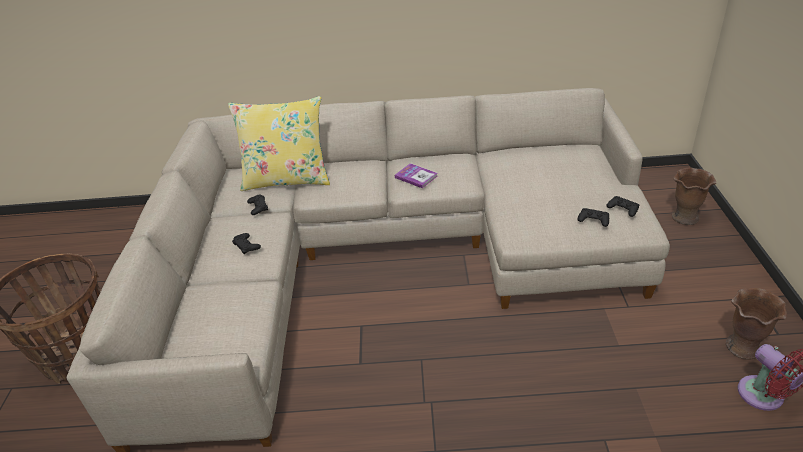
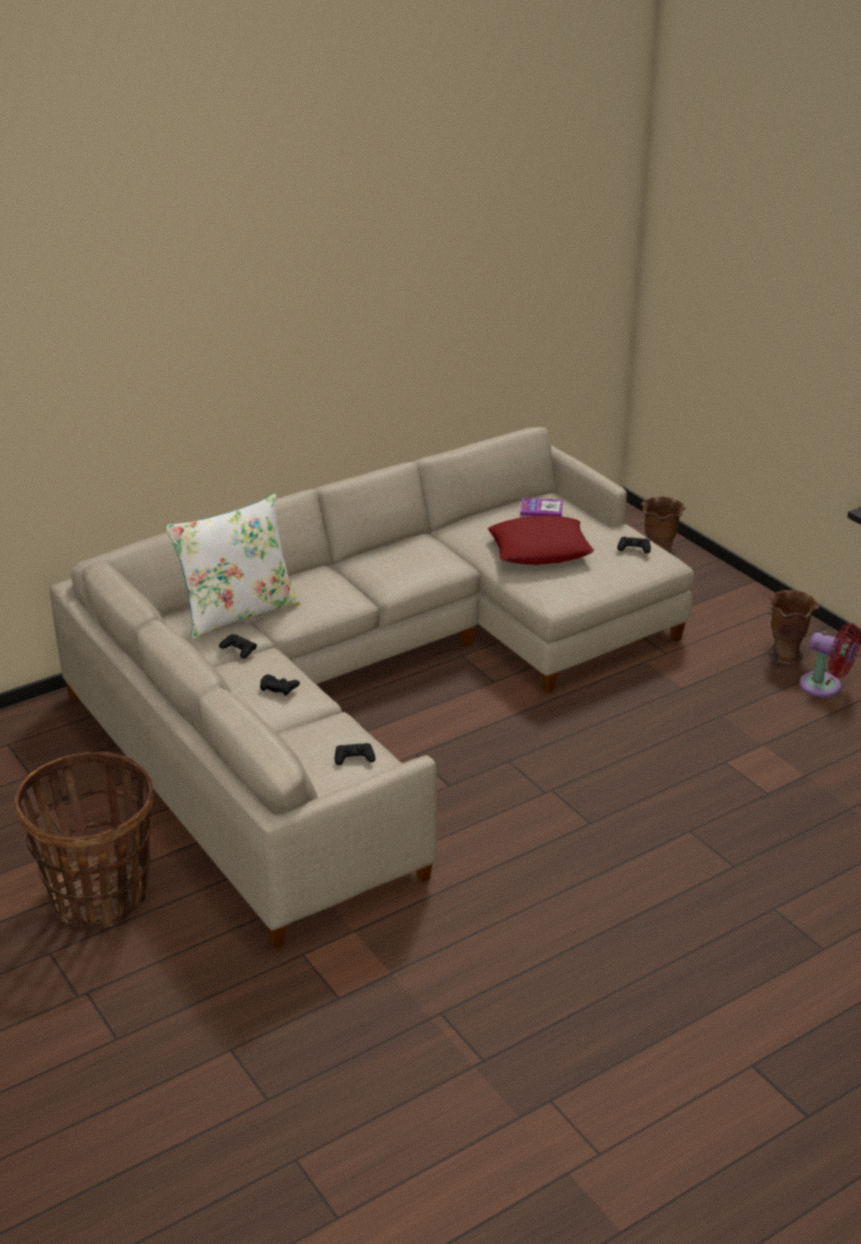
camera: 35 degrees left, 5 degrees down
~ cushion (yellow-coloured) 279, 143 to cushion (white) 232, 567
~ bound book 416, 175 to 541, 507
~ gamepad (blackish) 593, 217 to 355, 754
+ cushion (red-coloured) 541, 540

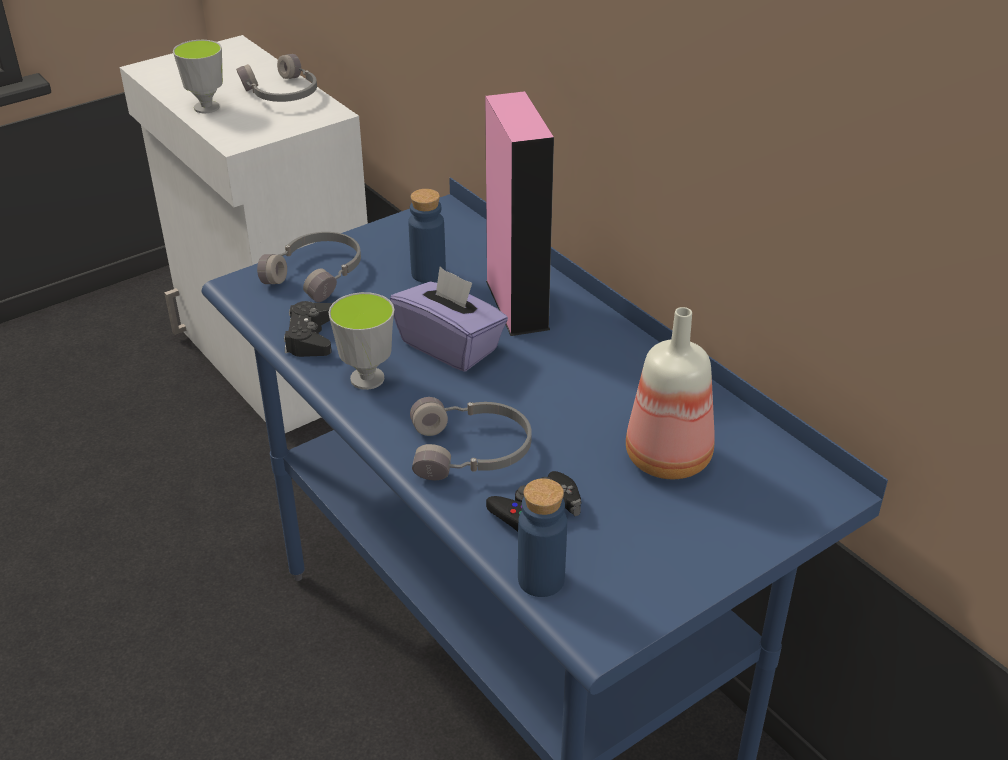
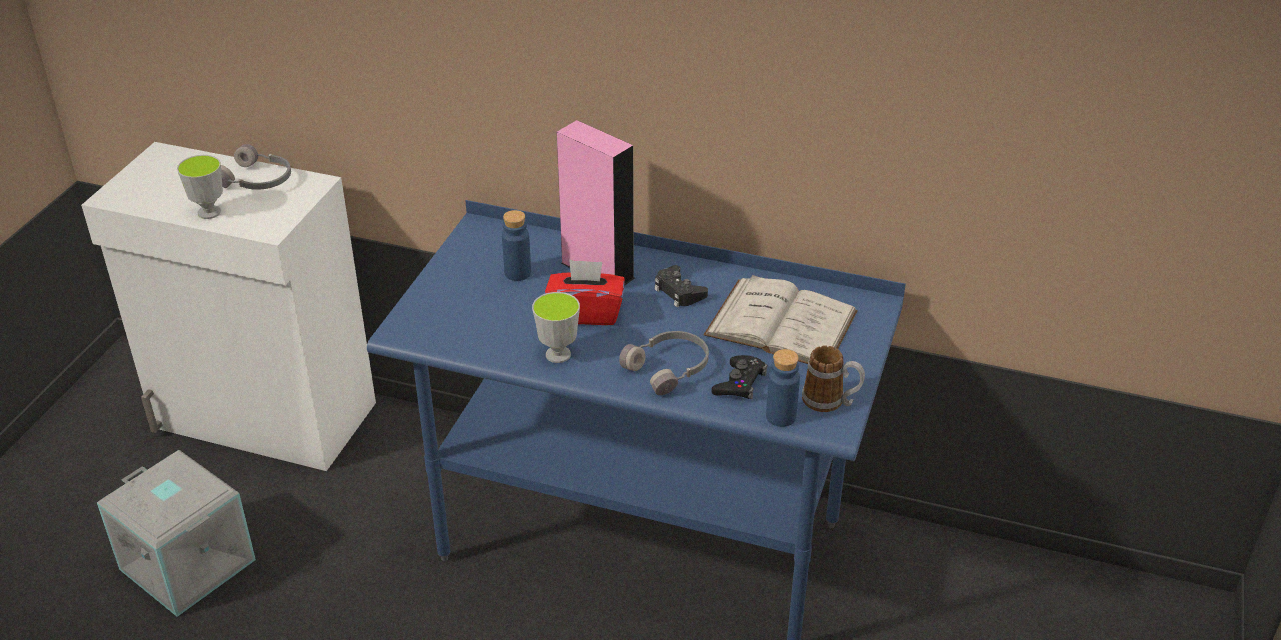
camera: 35 degrees left, 0 degrees up
- headset (greyish) 309, 267
~ tissue holder (purple-coloured) 449, 319 to tissue holder (red-coloured) 585, 292
~ gamepad (blackish) 308, 329 to 681, 286
~ beverage bottle 670, 393 to bound book (white) 780, 319
+ mug 833, 378
+ storage container (greyish) 176, 533

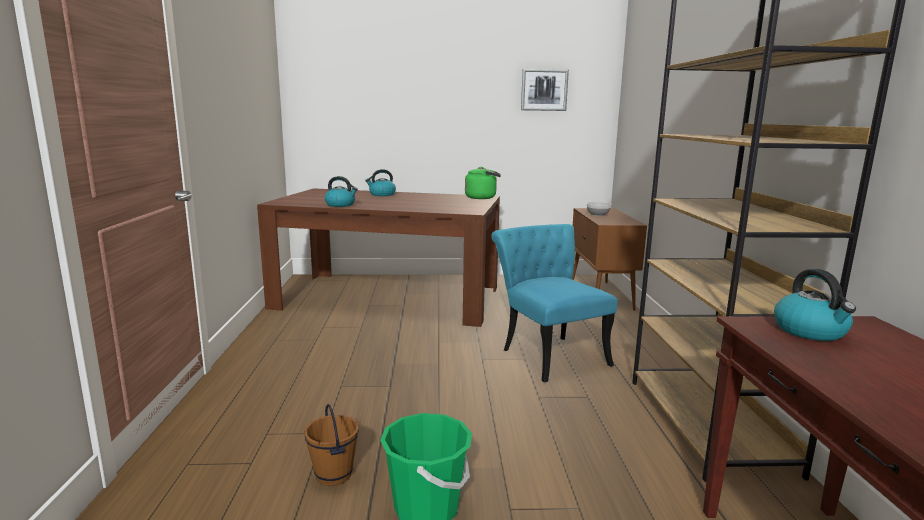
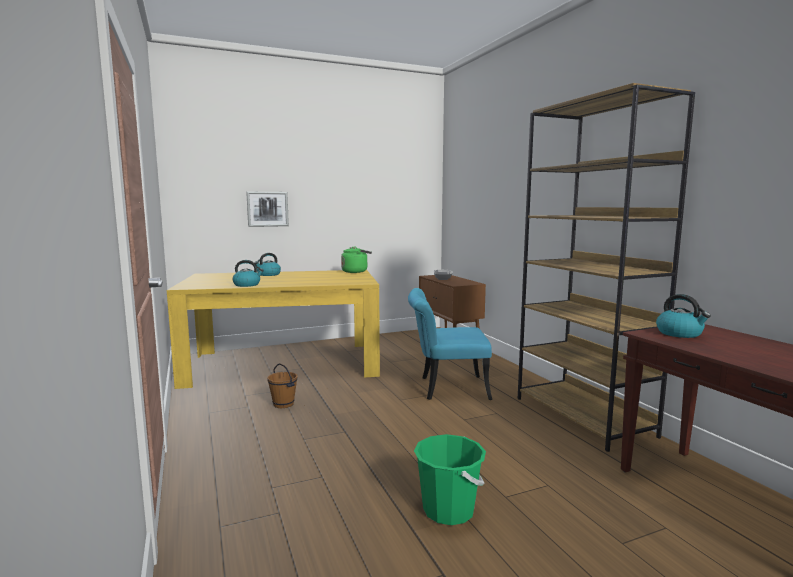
camera: 20 degrees left, 5 degrees down
~ wall picture 545, 90 to 267, 209
~ kitchen table (brown-coloured) 378, 257 to kitchen table (yellow-coloured) 273, 329
~ upright chair (turquoise-coloured) 554, 303 = 450, 344 45 degrees counterclockwise
~ water bucket (brown-coloured) 331, 445 to 282, 385

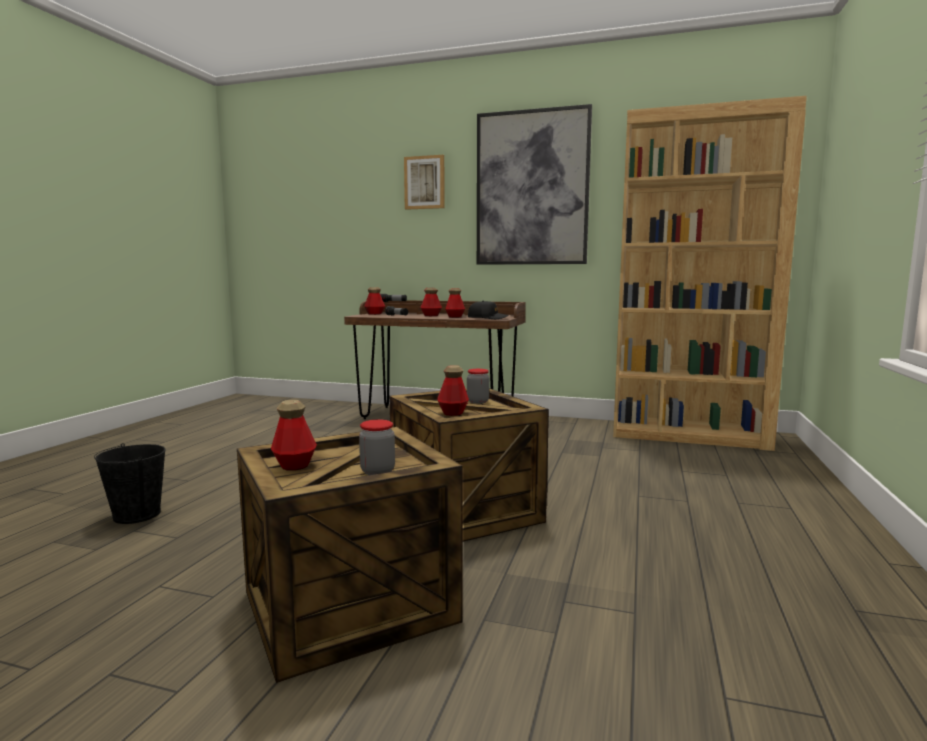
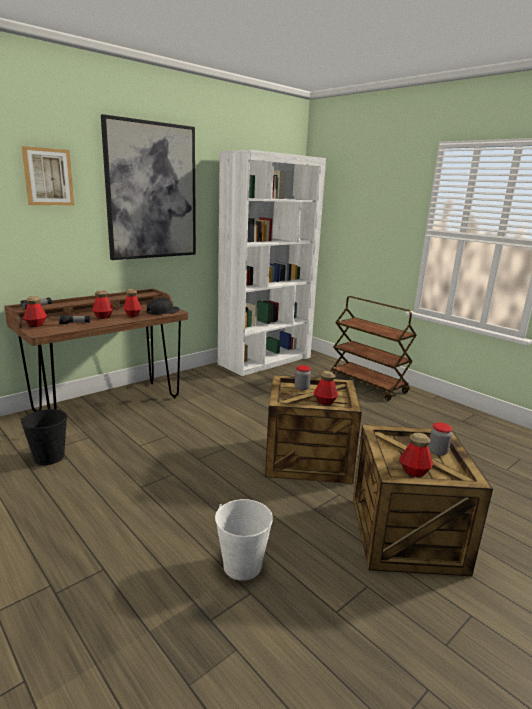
camera: 60 degrees left, 10 degrees up
~ bookcase (brown-coloured) 710, 273 to bookcase (white) 272, 263
~ water bucket (blackish) 130, 483 to 43, 437
+ wheeled cart (brown-coloured) 373, 348
+ water bucket (white) 244, 540

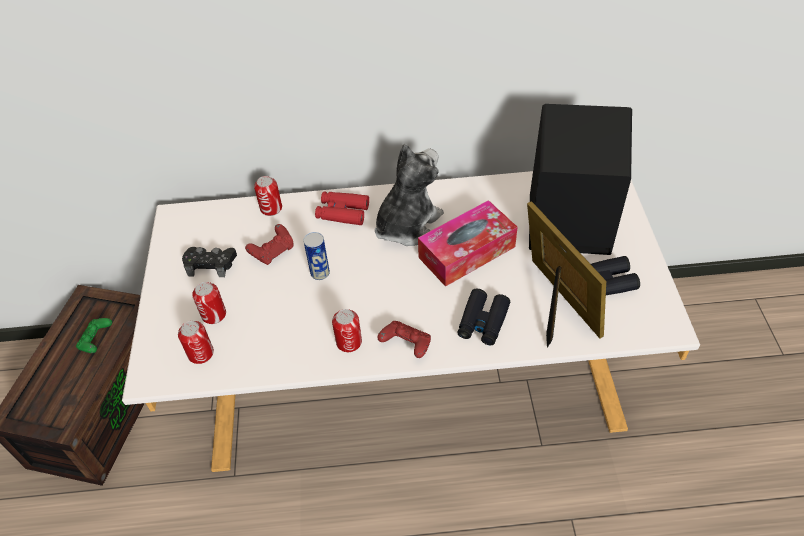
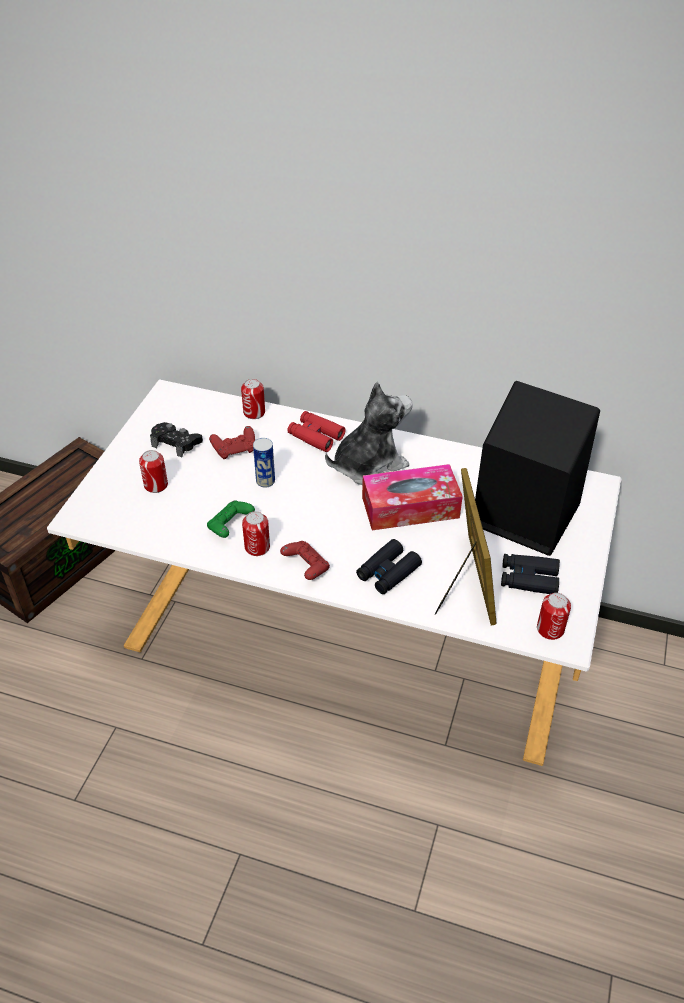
camera: 20 degrees right, 5 degrees down
~ gamepad (green-coloured) 94, 335 to 231, 519
~ sealed can 196, 342 to 554, 616

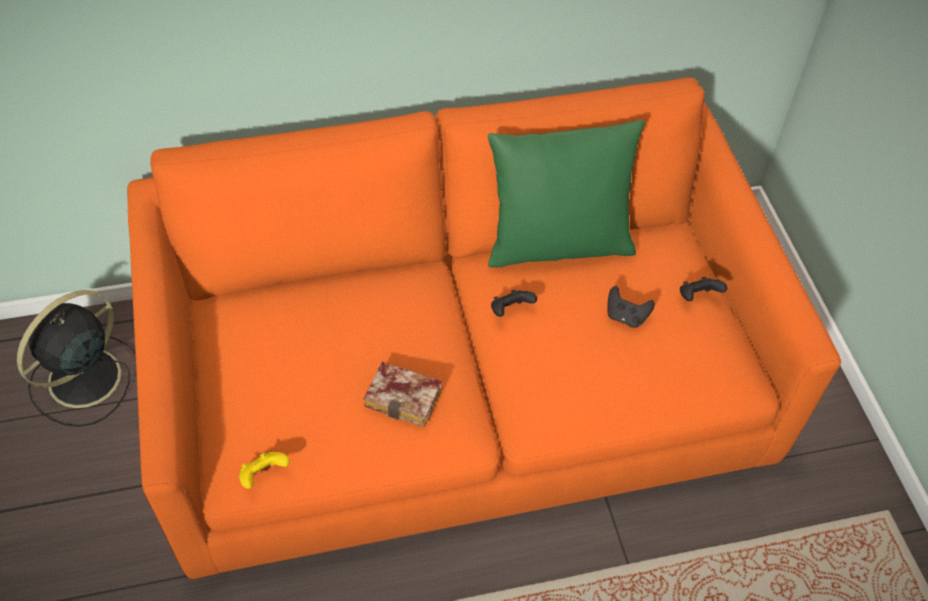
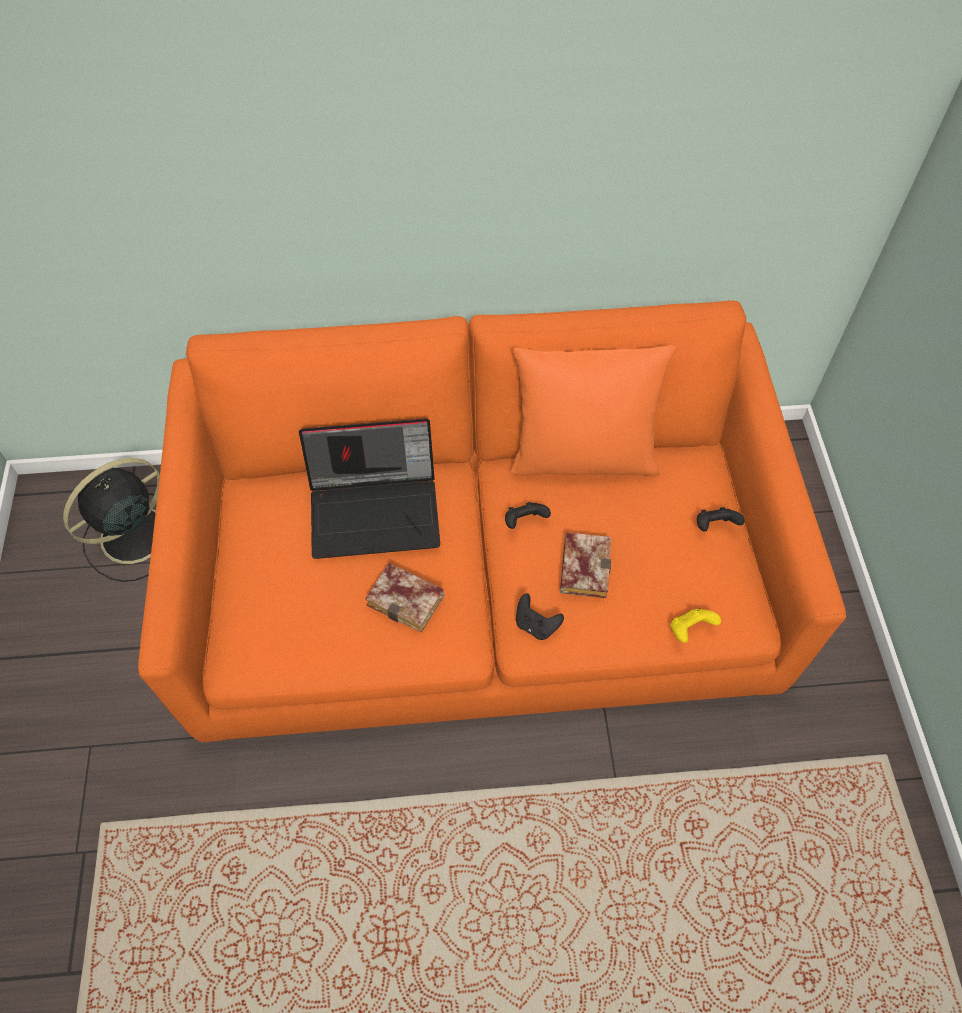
camera: 10 degrees right, 5 degrees up
~ cushion (green-coloured) 566, 193 to cushion (orangey) 593, 410
~ gamepad (blackish) 631, 306 to 540, 617
~ gamepad (yellow-coloured) 264, 470 to 696, 626
+ notebook computer 369, 488
+ bound book 585, 565

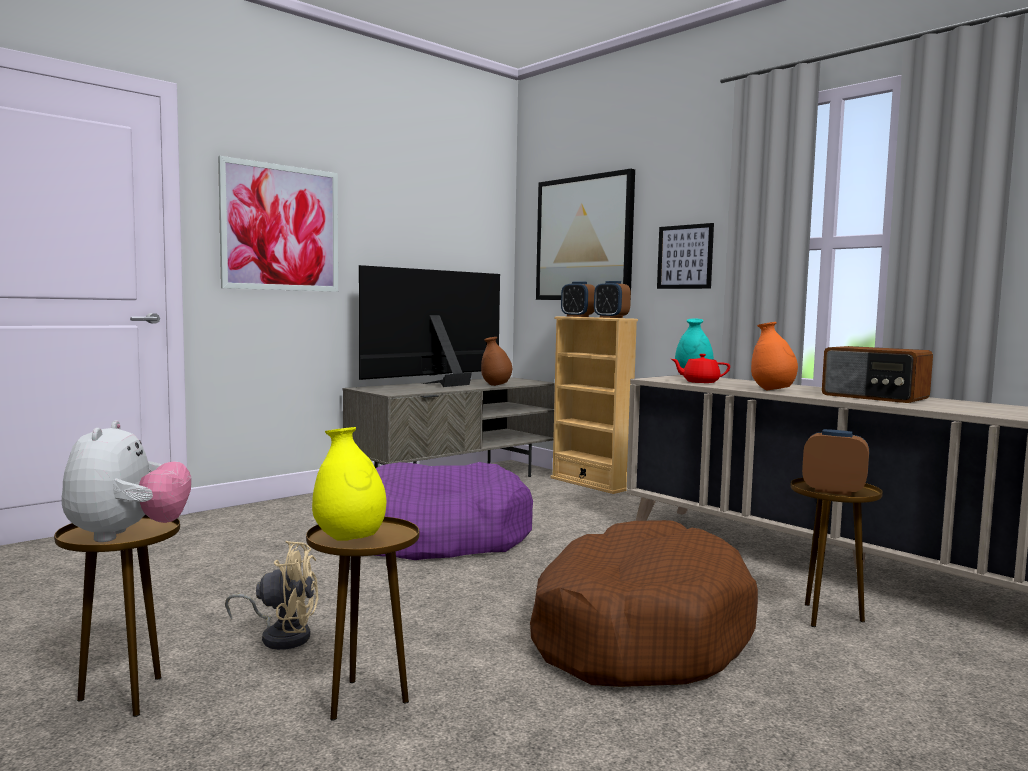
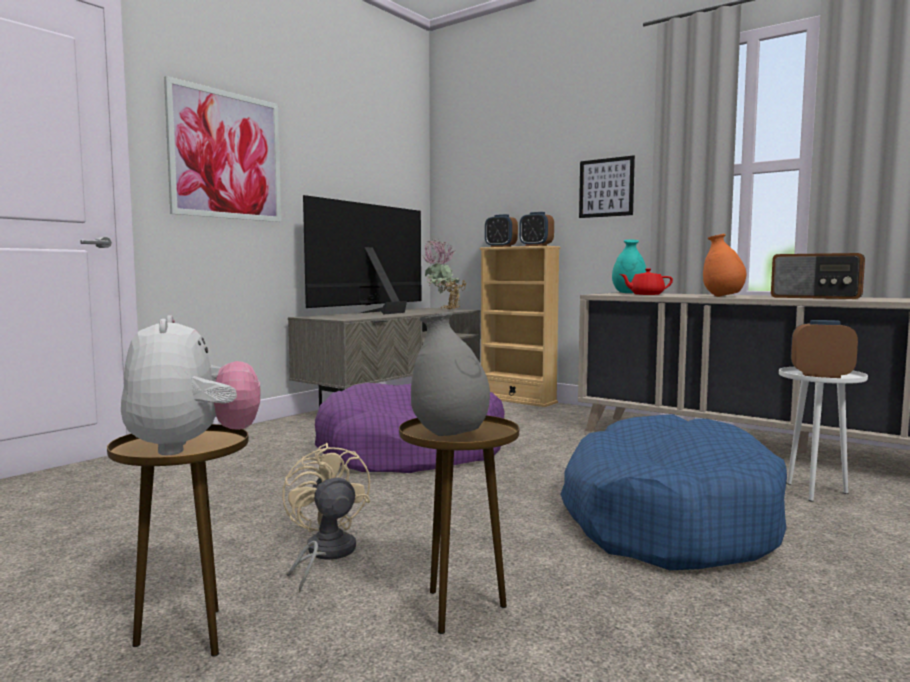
camera: 10 degrees left, 0 degrees up
- wall picture 585, 234
- vase (brown-coloured) 496, 361
~ vase (yellow-coloured) 349, 484 to vase (greyish) 450, 374
~ end table (brown-coloured) 836, 552 to end table (white) 823, 434
~ dog bed (brown-coloured) 644, 603 to dog bed (bluish) 673, 492
~ cooling fan (sand-coloured) 271, 595 = 326, 517 105 degrees counterclockwise
+ houseplant 444, 274

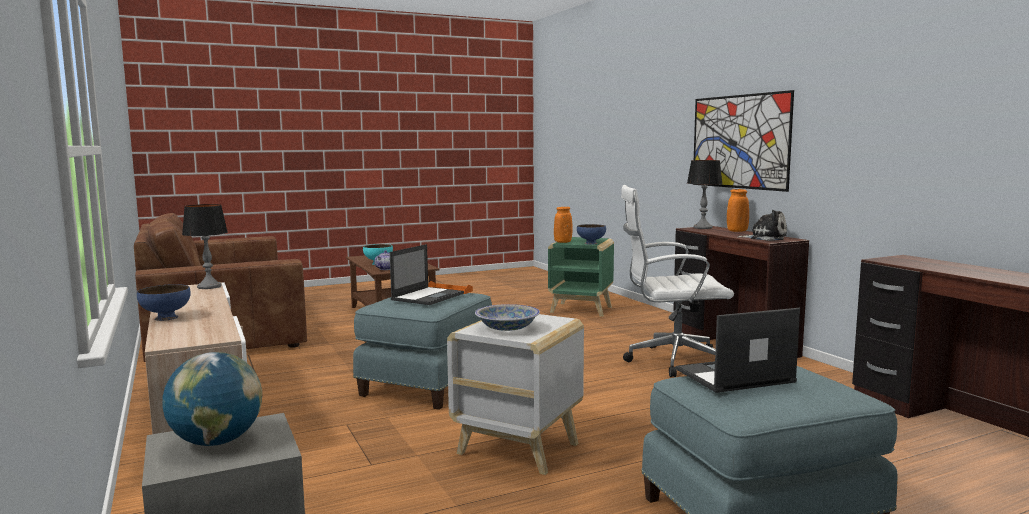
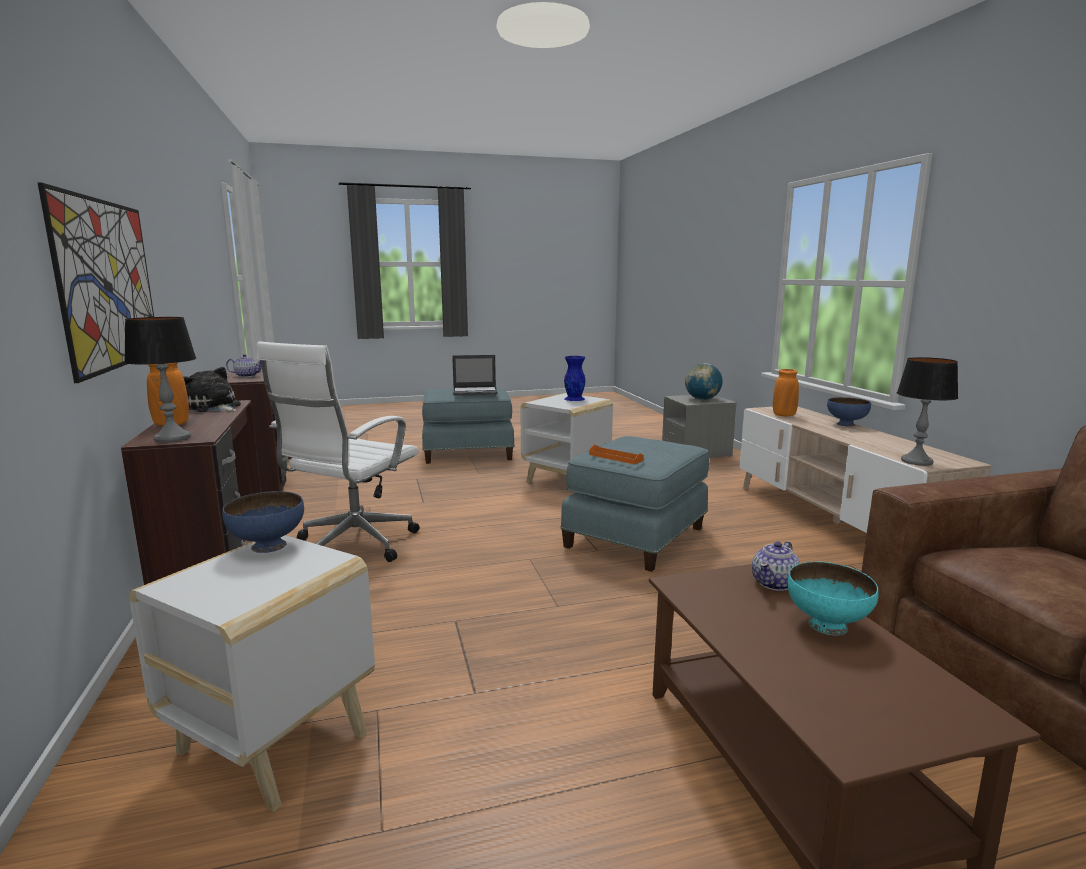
camera: 170 degrees left, 5 degrees up
~ office chair (white) 677, 281 = 338, 451 105 degrees clockwise
~ vase (orangey) 563, 225 to 786, 392
~ end table (green-coloured) 581, 277 to end table (white) 252, 673
- notebook computer 427, 274
~ bowl 507, 317 to vase (bluish) 575, 378
+ teapot 244, 365

